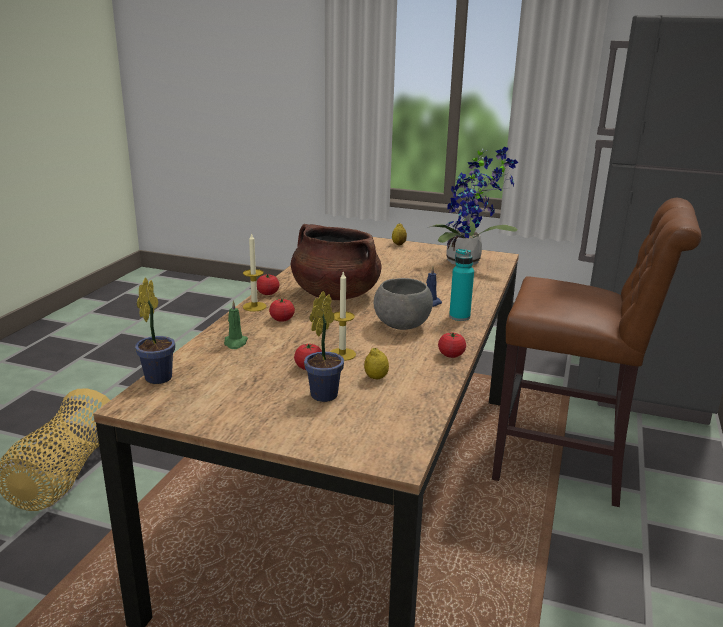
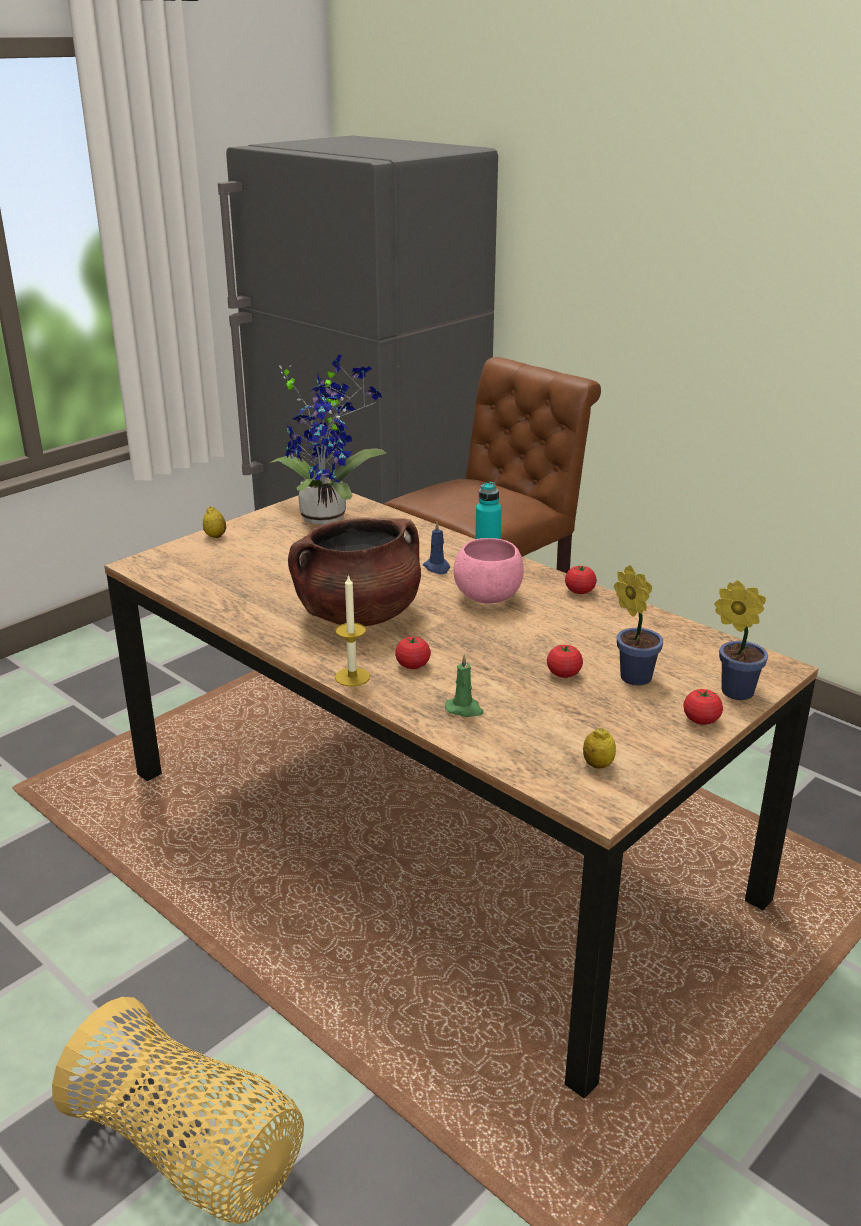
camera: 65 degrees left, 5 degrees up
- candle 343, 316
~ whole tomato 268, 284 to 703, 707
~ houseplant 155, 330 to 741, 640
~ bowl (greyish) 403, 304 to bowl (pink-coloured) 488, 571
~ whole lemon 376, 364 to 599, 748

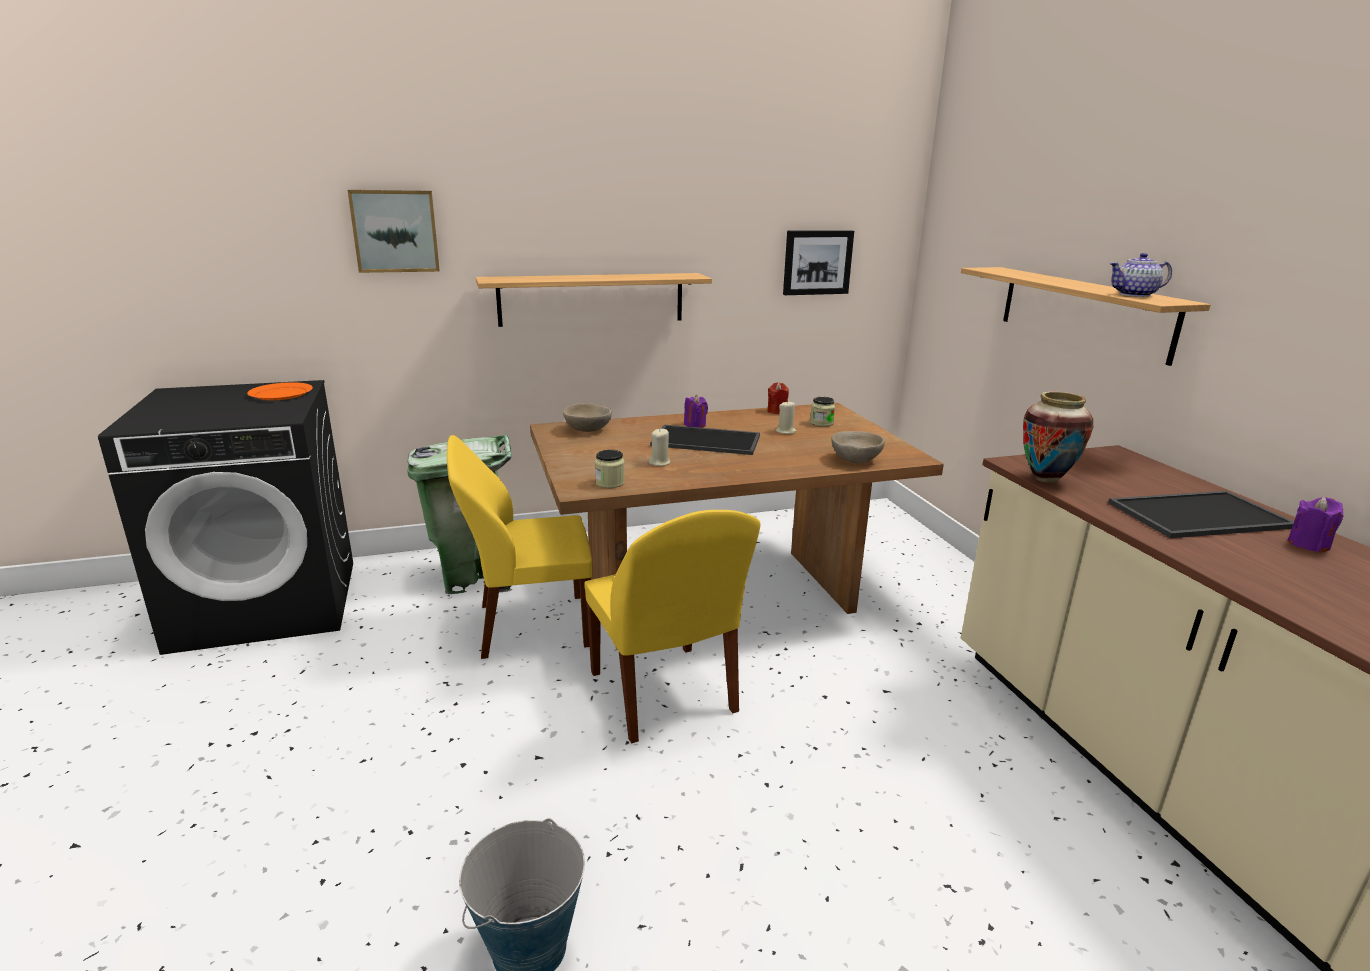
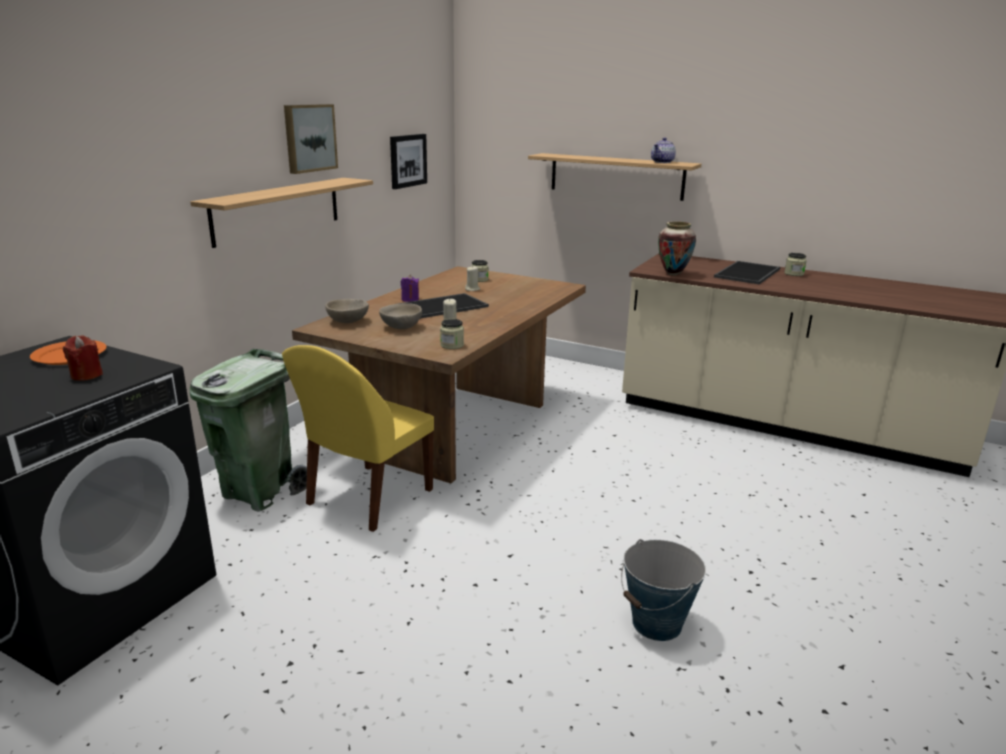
camera: 45 degrees left, 0 degrees up
~ wall picture 394, 231 to 311, 139
~ candle (red-coloured) 778, 398 to 83, 358
~ bowl (sand-coloured) 858, 447 to 400, 316
~ candle (purple-coloured) 1316, 524 to preserve jar 795, 264
- upright chair (yellow-coloured) 672, 626

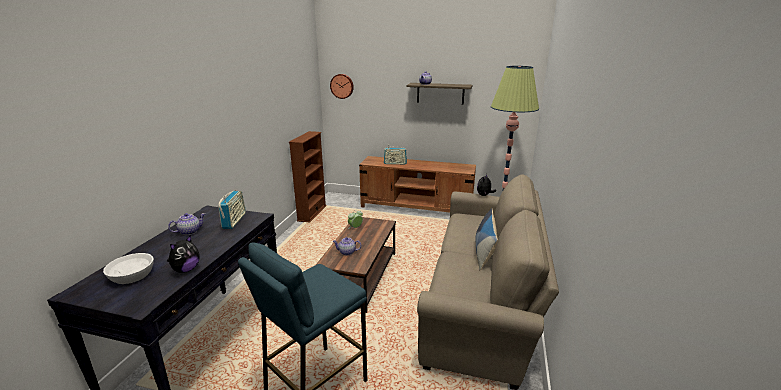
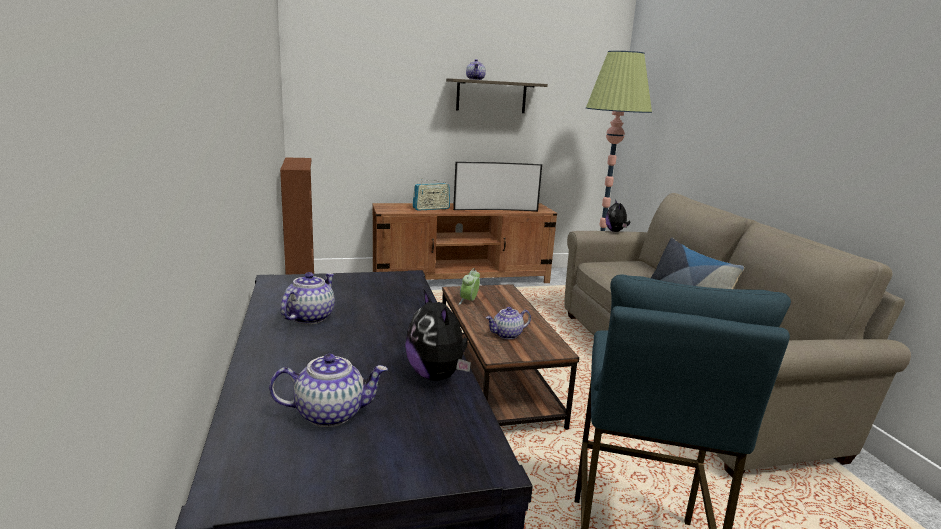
camera: 30 degrees left, 5 degrees down
- wall clock 342, 86
- radio receiver 232, 210
~ cuddly toy 183, 254 = 438, 335 150 degrees clockwise
~ bowl (white) 128, 268 to teapot 328, 390
+ TV set 497, 186

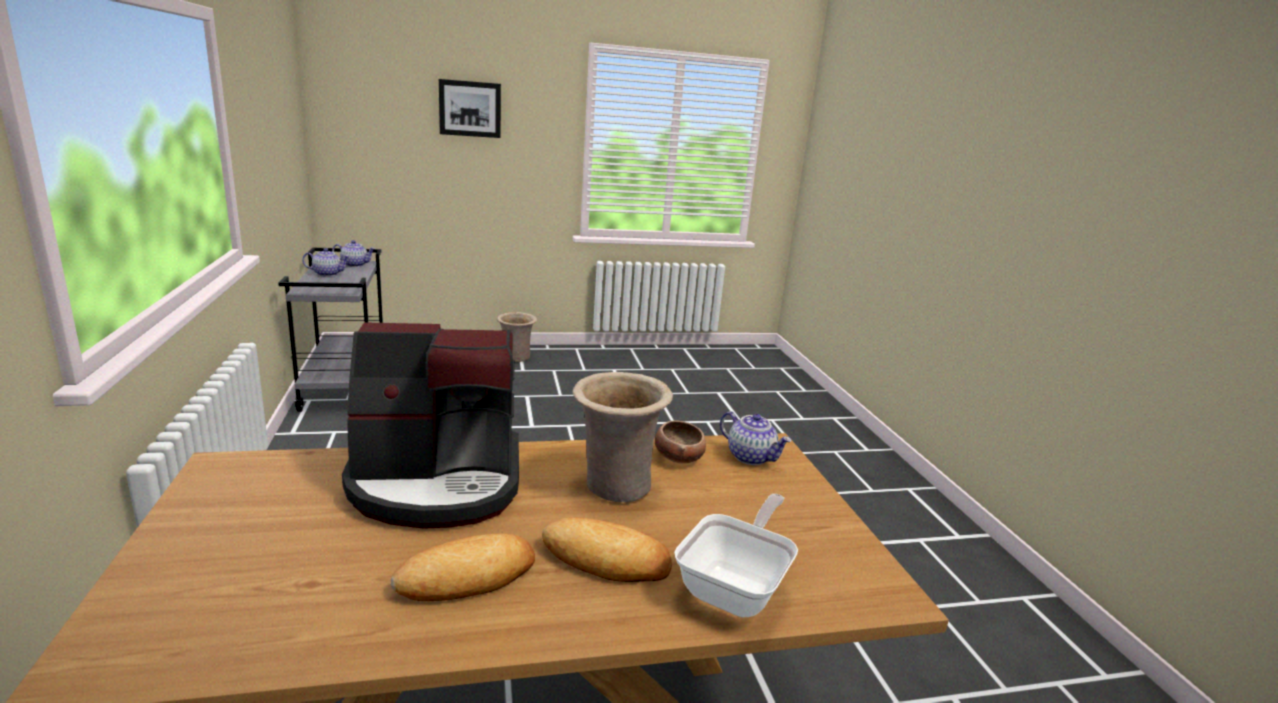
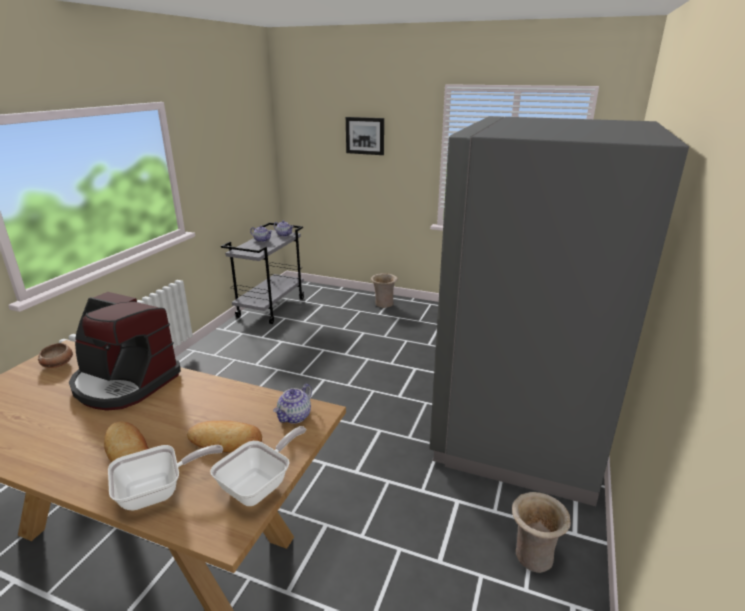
camera: 35 degrees right, 5 degrees up
~ vase (sand-coloured) 622, 437 to 541, 532
~ teapot 755, 438 = 292, 404 45 degrees clockwise
~ bowl 680, 442 to 55, 355
~ bakery bread 463, 567 to 224, 436
+ refrigerator (greyish) 559, 311
+ frying pan 258, 466

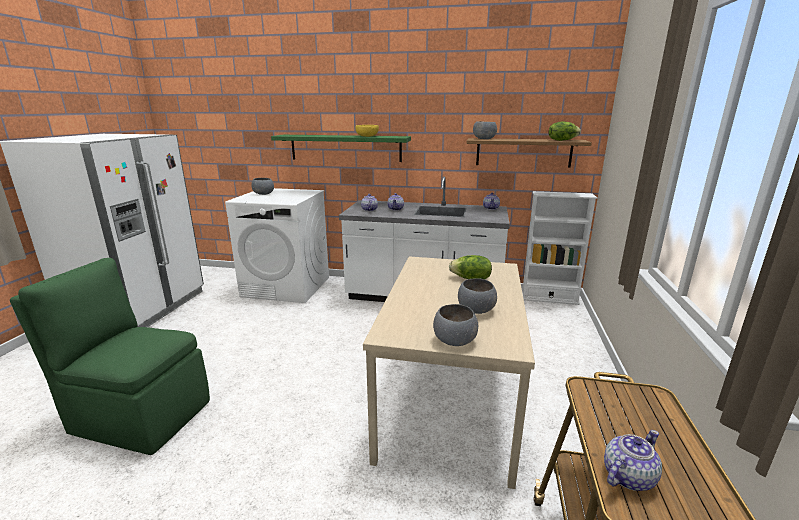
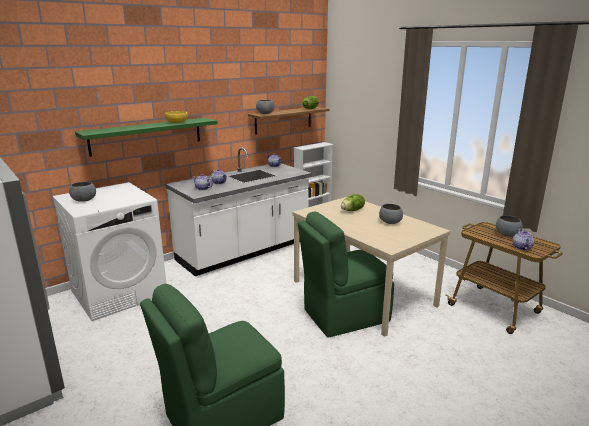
camera: 50 degrees left, 0 degrees up
~ bowl (greyish) 455, 325 to 509, 226
+ upright chair (green-coloured) 346, 274

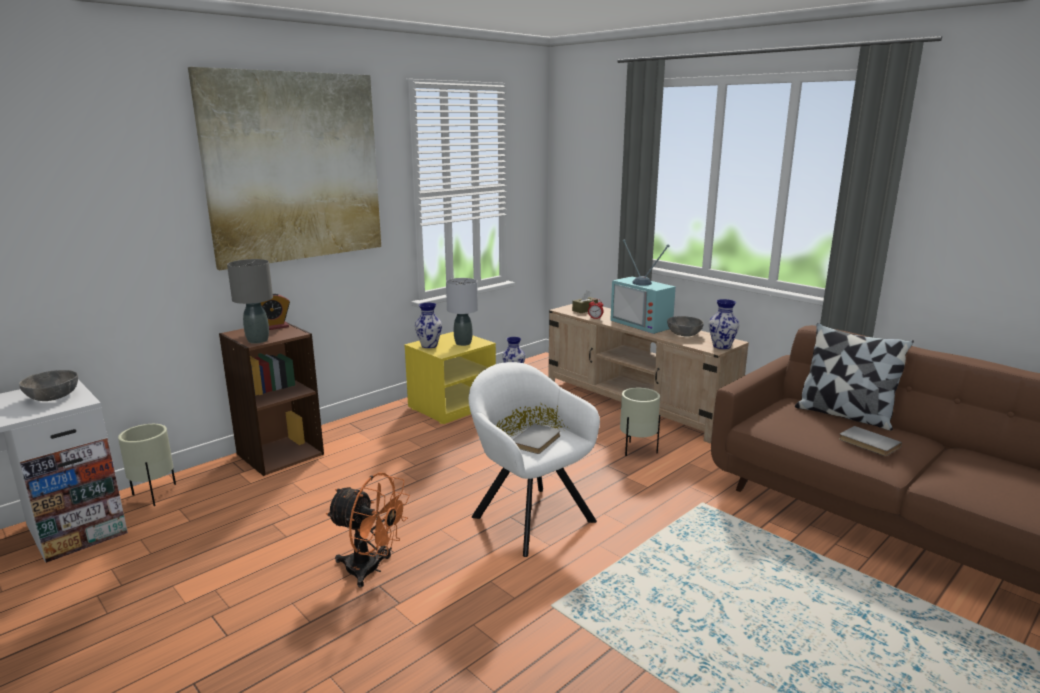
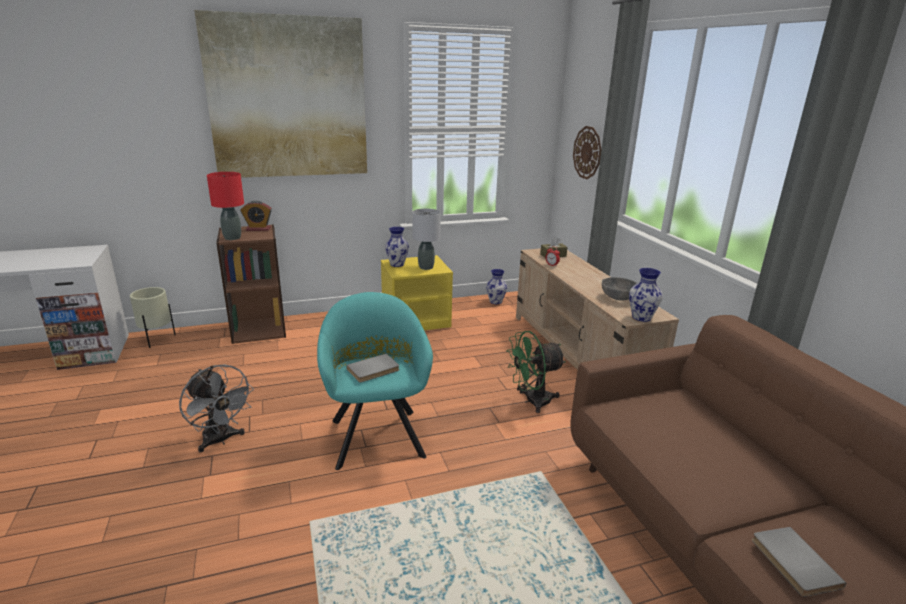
camera: 25 degrees right, 5 degrees up
- TV set 643, 286
~ lamp for a table (greyish) 250, 301 to lamp for a table (red-coloured) 225, 206
- cushion 854, 377
~ easy chair (white) 534, 459 to easy chair (turquoise-coloured) 375, 381
- bowl (greyish) 48, 385
~ flower pot (sand-coloured) 640, 422 to cooling fan (green-coloured) 536, 372
~ bound book (greyish) 870, 441 to 799, 562
~ cooling fan (orangey) 368, 529 to cooling fan (greyish) 216, 408
+ wall clock 587, 152

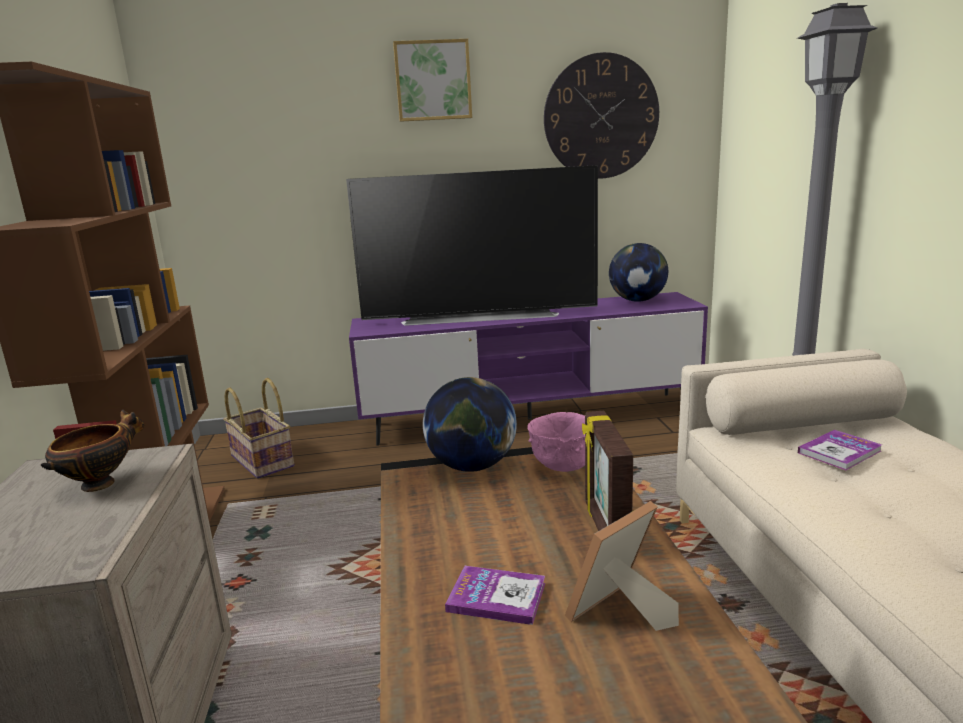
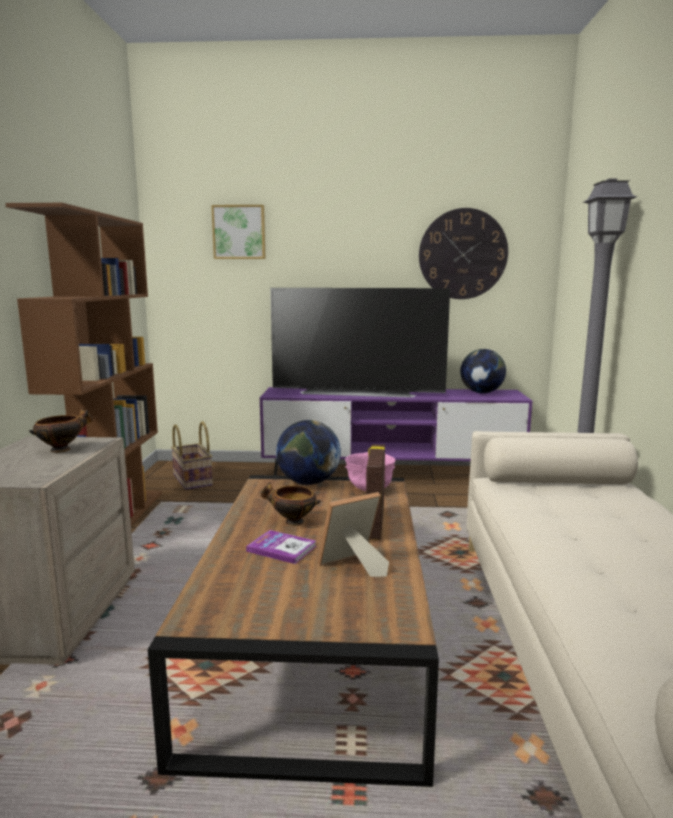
camera: 10 degrees right, 5 degrees down
~ wall picture 432, 80 to 238, 232
- bound book 840, 450
+ bowl 290, 504

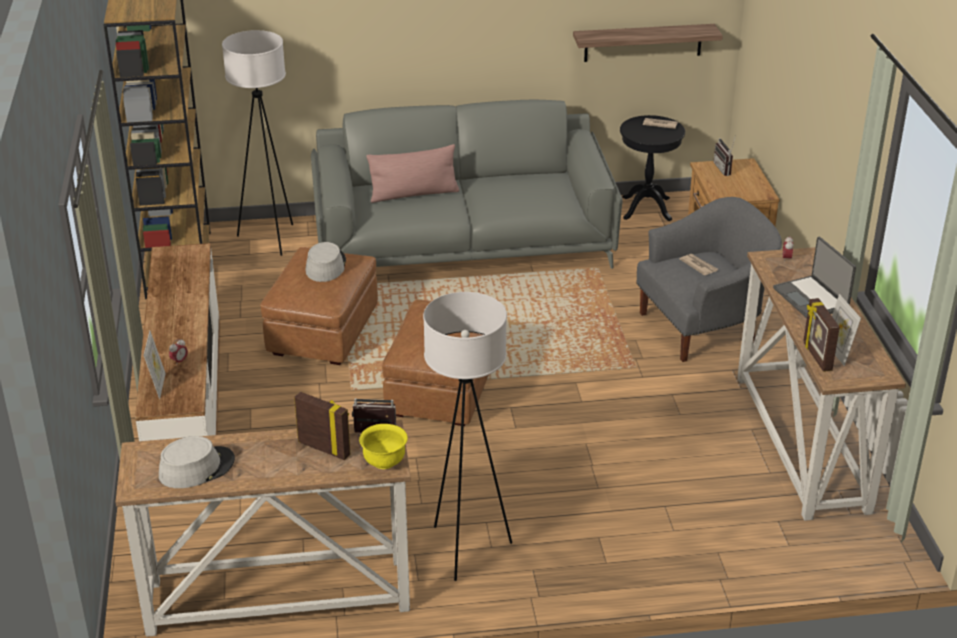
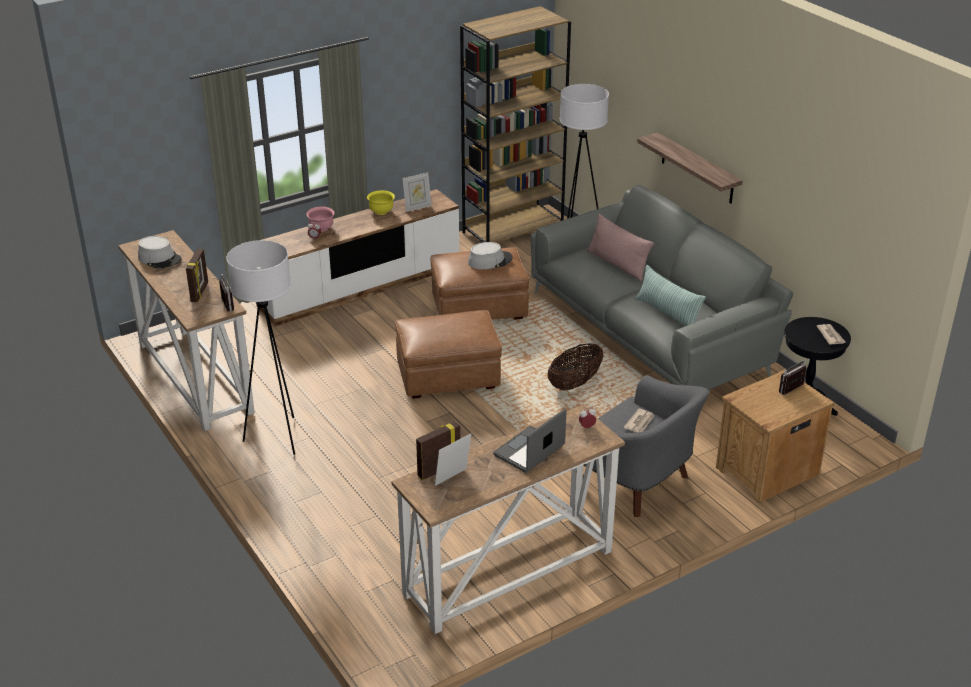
camera: 65 degrees right, 0 degrees up
~ shelf 648, 43 to 690, 168
~ photo frame 154, 365 to 417, 192
~ bowl (yellow-coloured) 383, 446 to 381, 202
+ bowl (pink-coloured) 320, 219
+ cushion 671, 295
+ storage basket 576, 367

